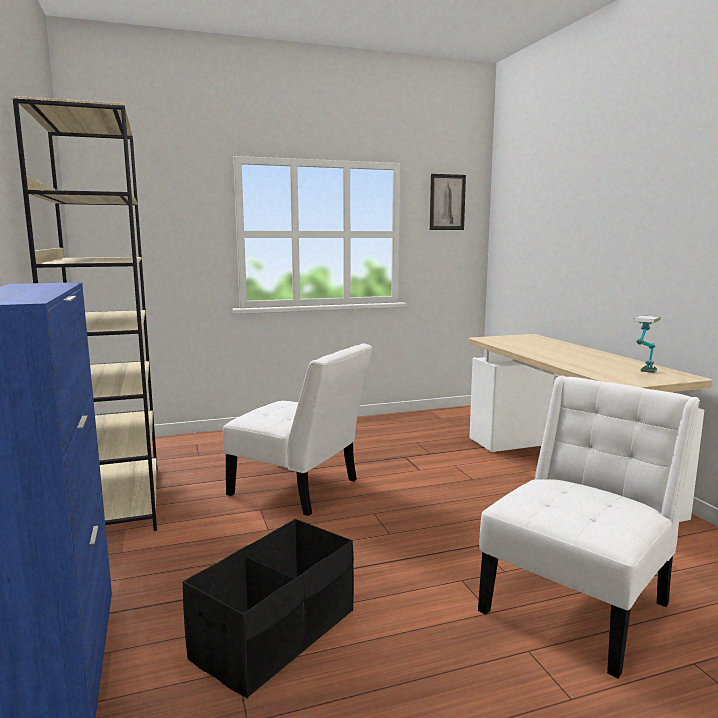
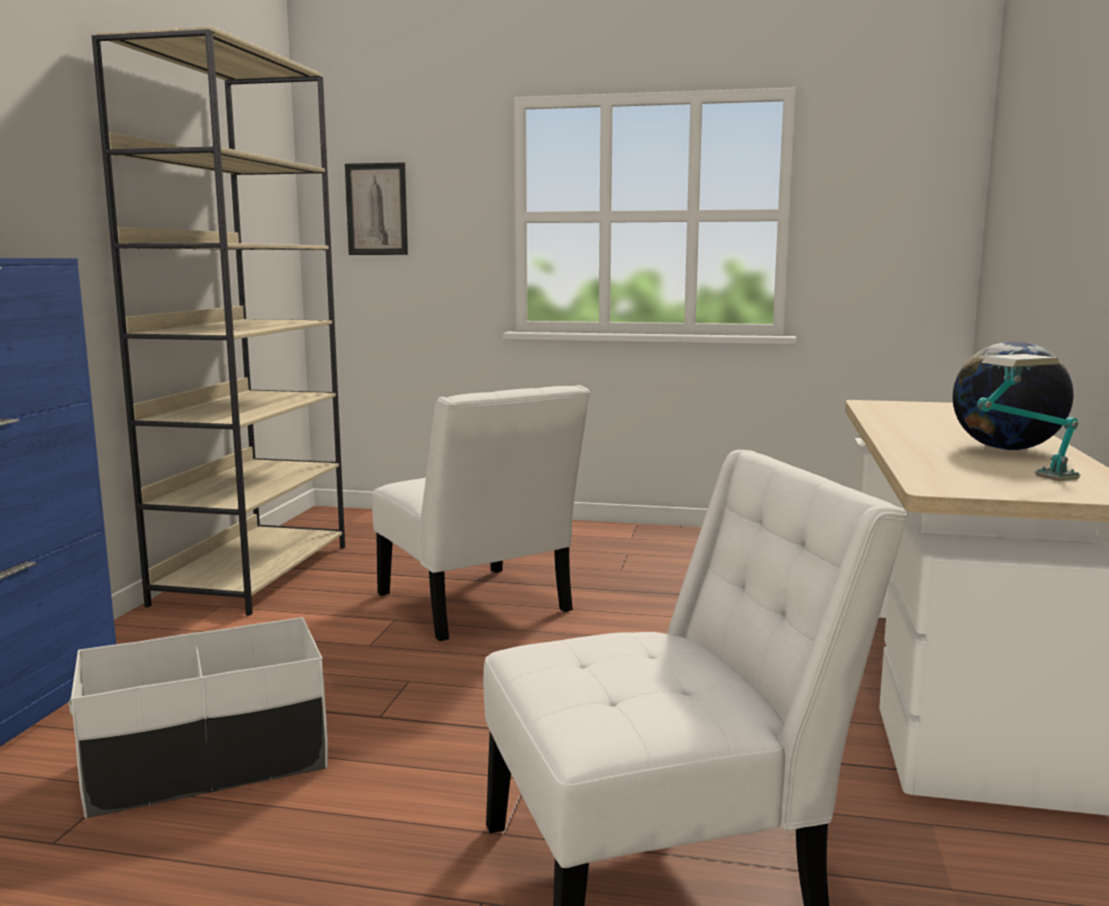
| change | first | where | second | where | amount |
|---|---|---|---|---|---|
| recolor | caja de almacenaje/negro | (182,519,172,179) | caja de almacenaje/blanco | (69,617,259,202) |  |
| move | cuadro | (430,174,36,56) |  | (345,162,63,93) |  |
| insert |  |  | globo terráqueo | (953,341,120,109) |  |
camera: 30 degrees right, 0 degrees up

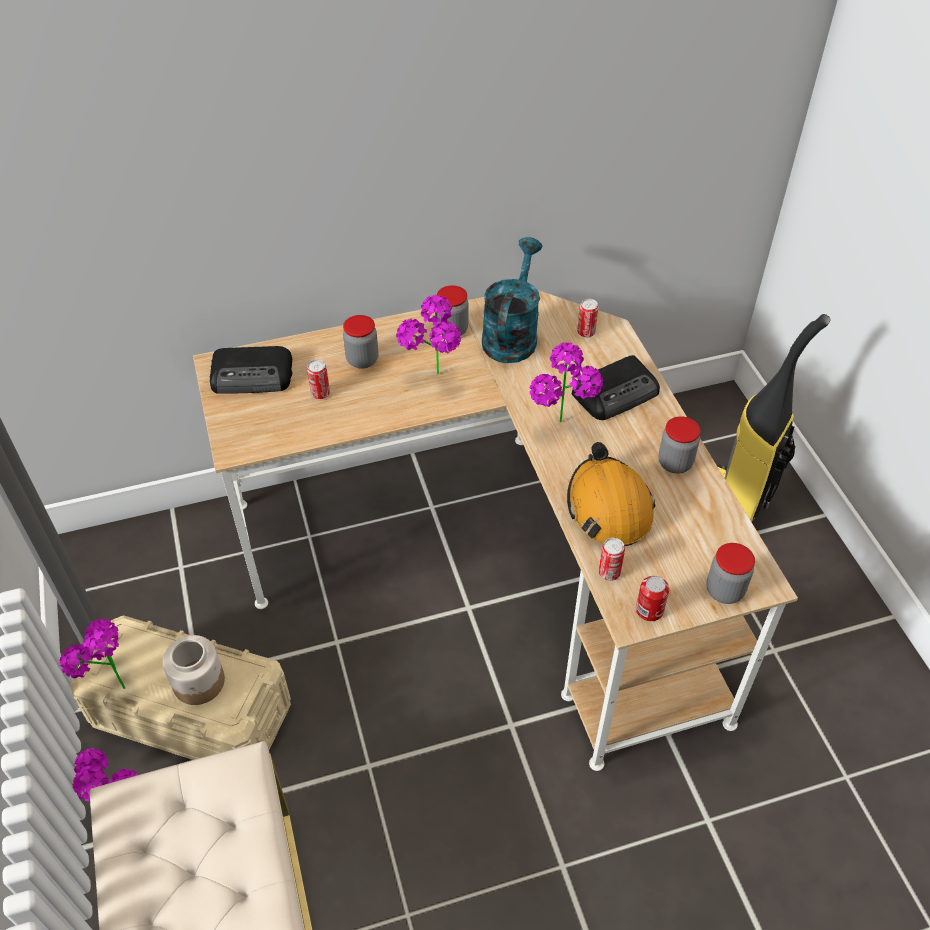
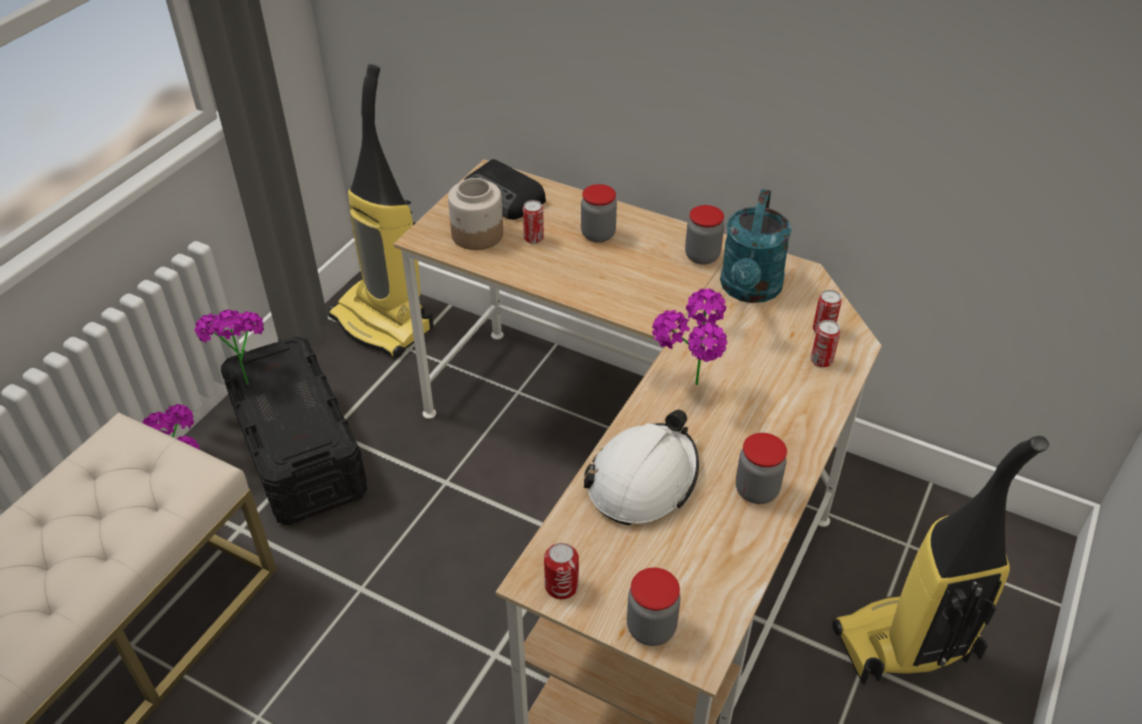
| change | first | where | second | where | amount |
|---|---|---|---|---|---|
| recolor | caja de almacenaje/beis | (70,615,221,145) | caja de almacenaje/negro | (221,337,146,189) |  |
| move | tarro | (163,635,62,70) |  | (448,178,55,72) |  |
| delete | planta en maceta | (396,295,65,79) |  |  |  |
| rotate | regadera/turquesa | (482,237,60,126) |  | (720,189,72,114) | 135 degrees clockwise |
| recolor | casco/naranja | (567,442,88,104) | casco/blanco | (584,410,115,115) |  |
| delete | radio | (572,355,88,65) |  |  |  |
| move | lata | (598,538,27,43) |  | (811,320,30,48) |  |
| insert |  |  | aspiradora | (328,64,106,294) |  |
camera: 45 degrees right, 5 degrees down

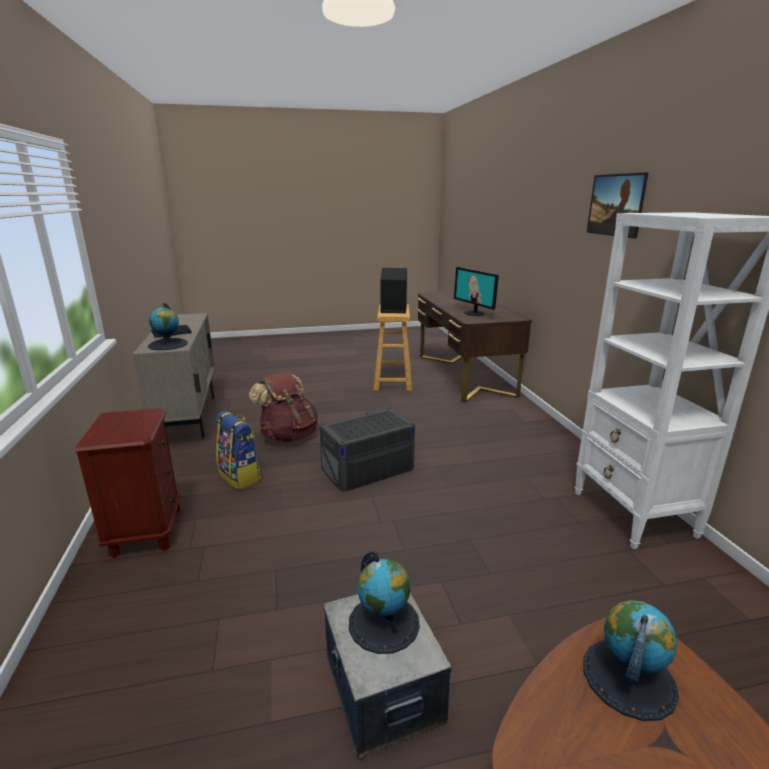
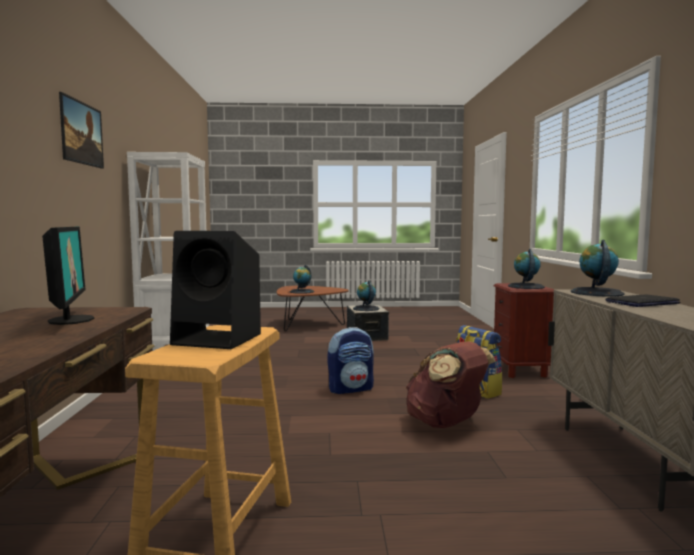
| change | first | where | second | where | amount |
|---|---|---|---|---|---|
| replace | caja de almacenaje/gris | (319,408,96,83) | mochila | (328,327,46,67) |  |
| insert |  |  | globo terráqueo | (508,249,37,40) |  |
camera: 170 degrees left, 15 degrees down

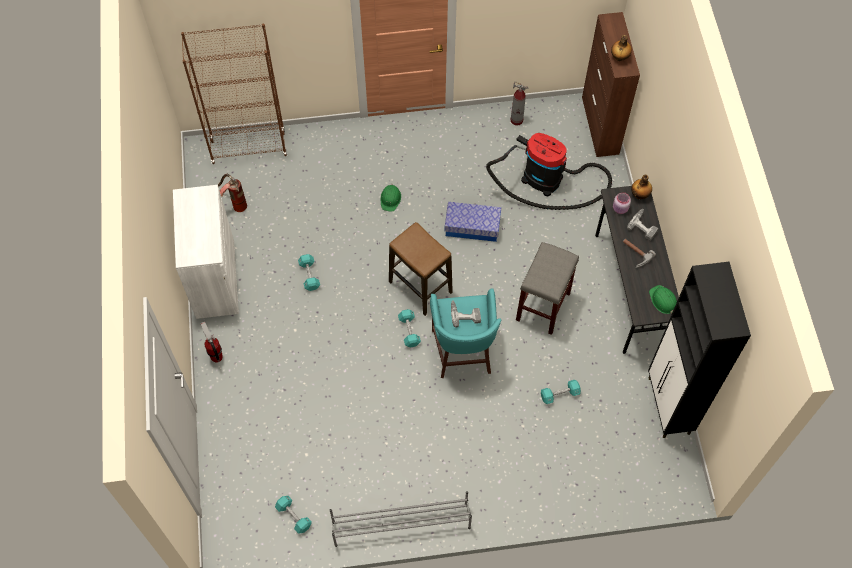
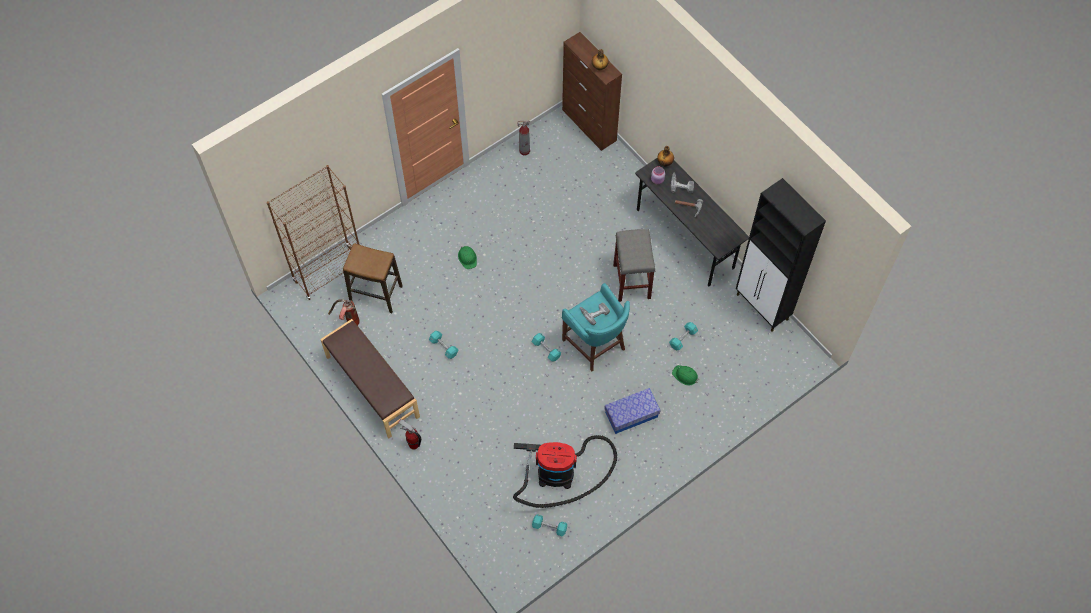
| change | first | where | second | where | amount |
|---|---|---|---|---|---|
| replace | armario/blanco | (173,185,66,134) | banco/marrón | (320,319,100,119) |  |
| delete | zapatero/gris | (330,491,142,56) |  |  |  |
| move | taburete | (389,222,64,94) |  | (343,243,60,70) |  |
| move | caja de almacenaje | (444,202,57,40) |  | (604,388,57,46) |  |
| move | aspiradora | (486,133,126,77) |  | (513,435,104,73) |  |
| move | casco/verde | (649,285,28,29) |  | (672,365,26,21) |  |
camera: 30 degrees left, 0 degrees up

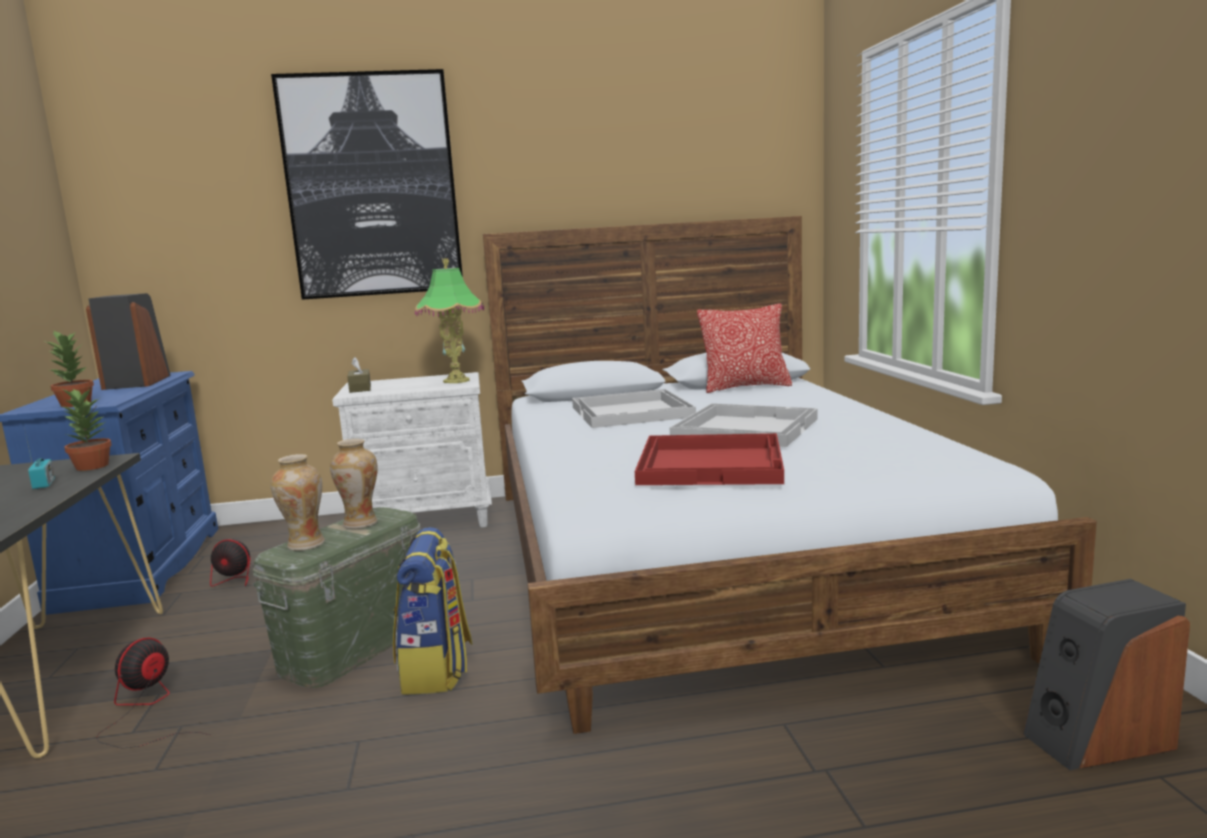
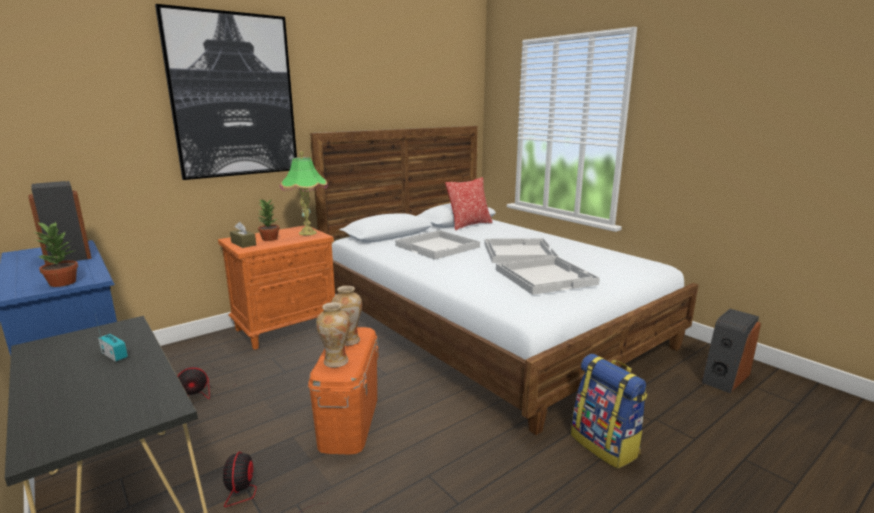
| change | first | where | second | where | amount |
|---|---|---|---|---|---|
| move | planta en maceta | (63,388,49,83) |  | (257,199,23,42) |  |
| recolor | caja de almacenaje/verde | (253,507,168,182) | caja de almacenaje/naranja | (308,327,71,127) |  |
| recolor | mesita de noche/blanco | (332,372,160,155) | mesita de noche/naranja | (218,225,117,125) |  |
| move | mochila | (393,527,80,168) |  | (571,354,76,115) |  |
| recolor | bandeja/rojo | (635,433,149,52) | bandeja/blanco | (496,256,104,39) |  |
camera: 30 degrees left, 5 degrees up

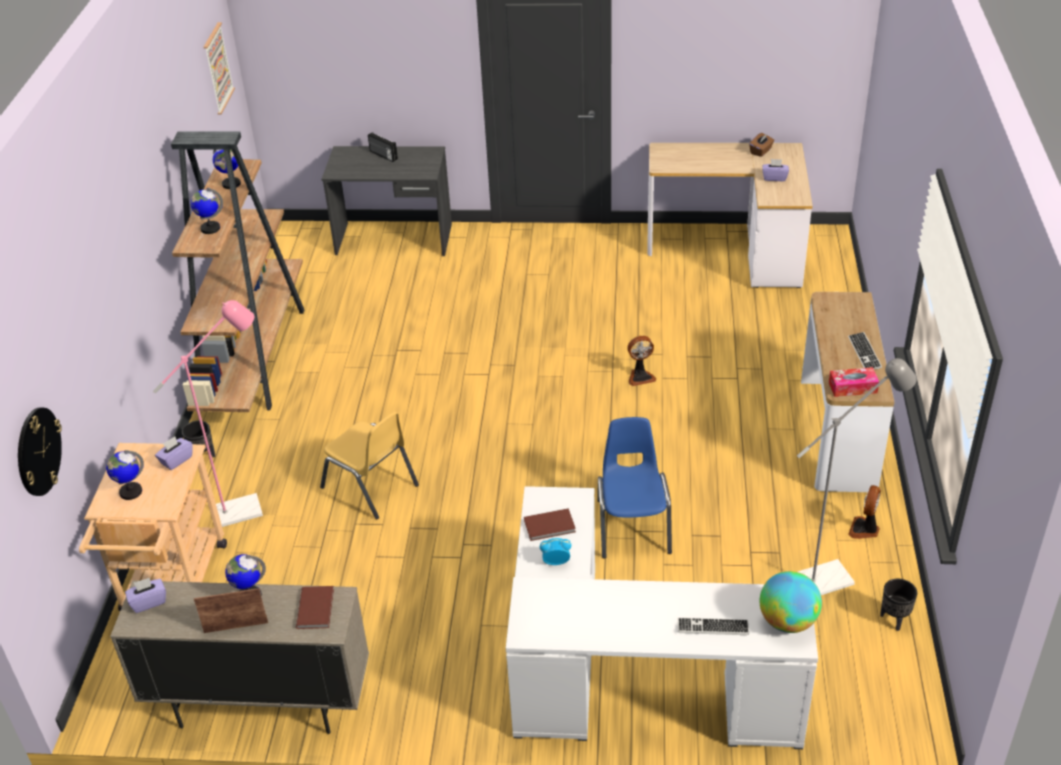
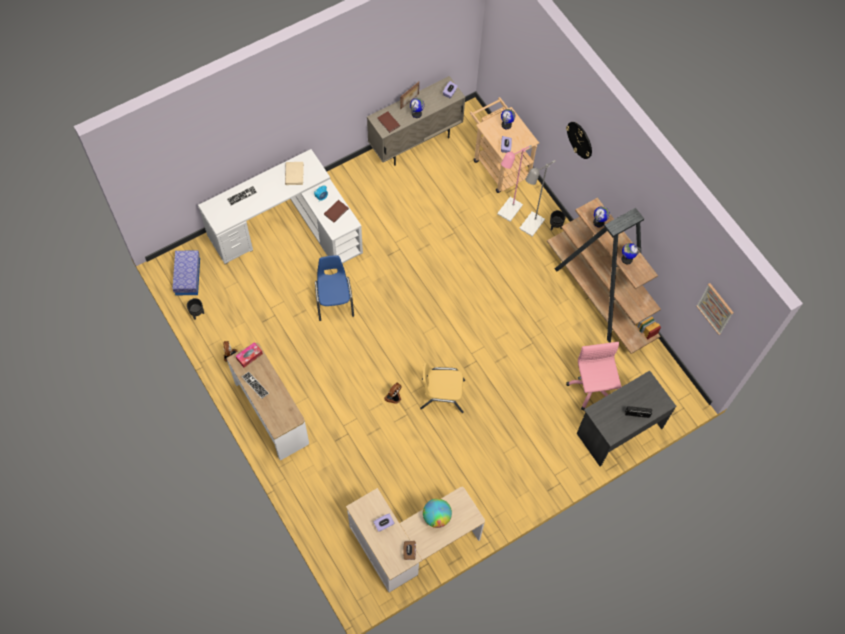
| change | first | where | second | where | amount |
|---|---|---|---|---|---|
| move | reloj de pared | (18,408,44,88) |  | (566,122,26,37) |  |
| move | silla/amarillo | (320,411,99,108) |  | (420,362,45,51) |  |
| rotate | silla/azul | (597,417,75,141) |  | (315,255,39,66) | 150 degrees counterclockwise |
| move | globo terráqueo | (760,571,62,62) |  | (423,498,29,30) |  |
| move | lámpara de pie/gris | (797,358,120,237) |  | (519,160,36,77) |  |
| insert |  |  | caja de almacenaje | (172,250,28,45) |  |
| insert |  |  | libro/beis | (285,162,19,23) |  |
| insert |  |  | silla de oficina/rosa | (566,342,55,69) |  |
camera: 140 degrees right, 25 degrees up

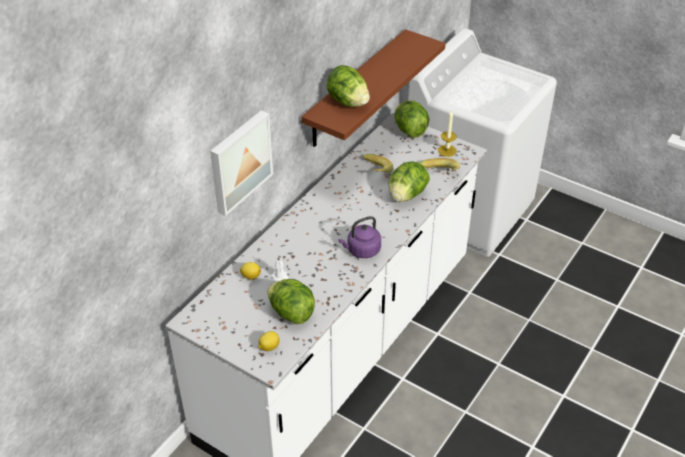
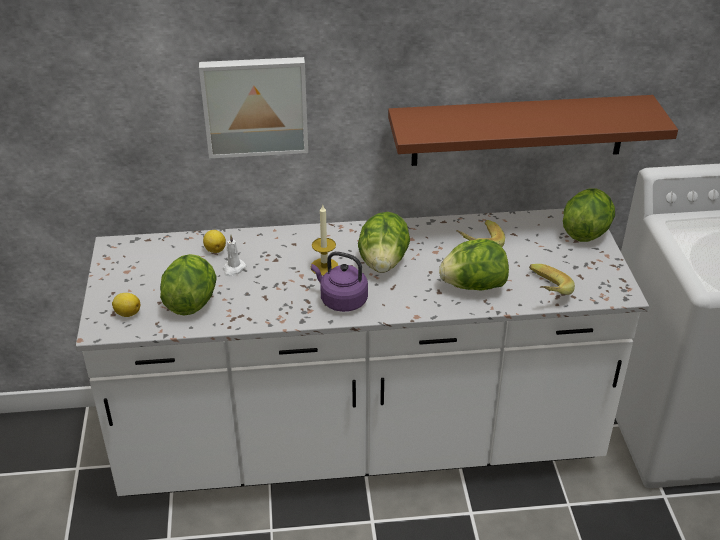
| change | first | where | second | where | amount |
|---|---|---|---|---|---|
| move | lechuga | (326,65,44,42) |  | (358,212,52,61) |  |
| move | vela | (438,110,19,47) |  | (310,205,28,71) |  |
camera: 50 degrees right, 5 degrees down

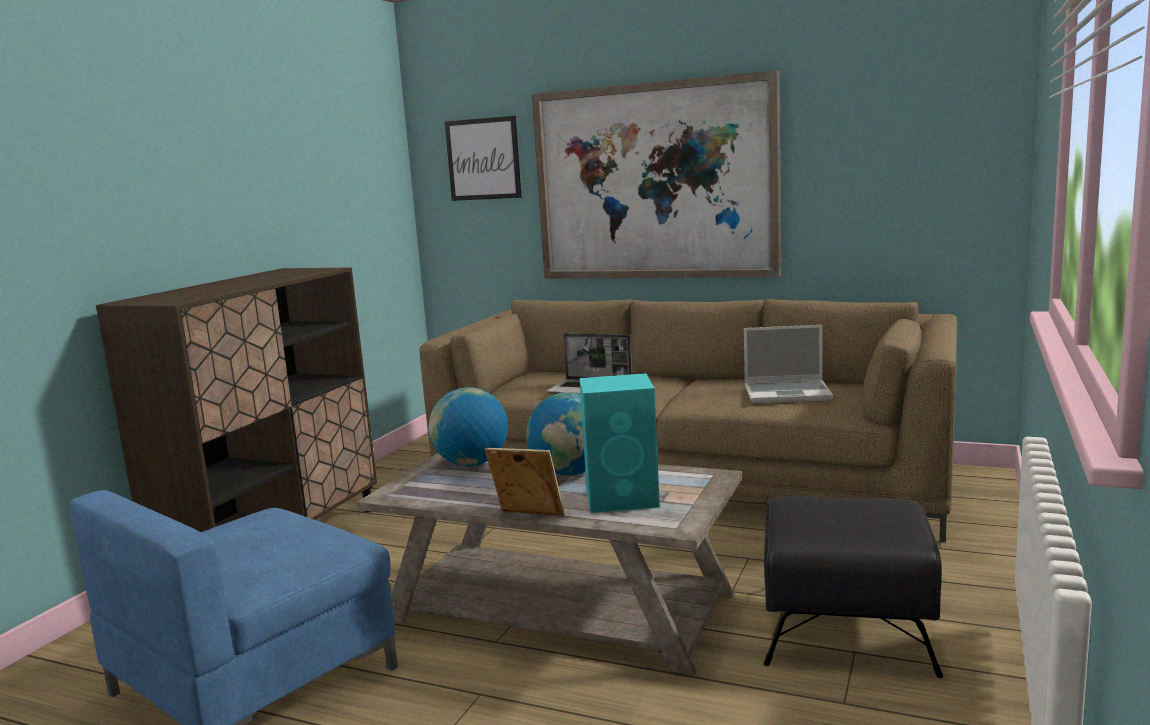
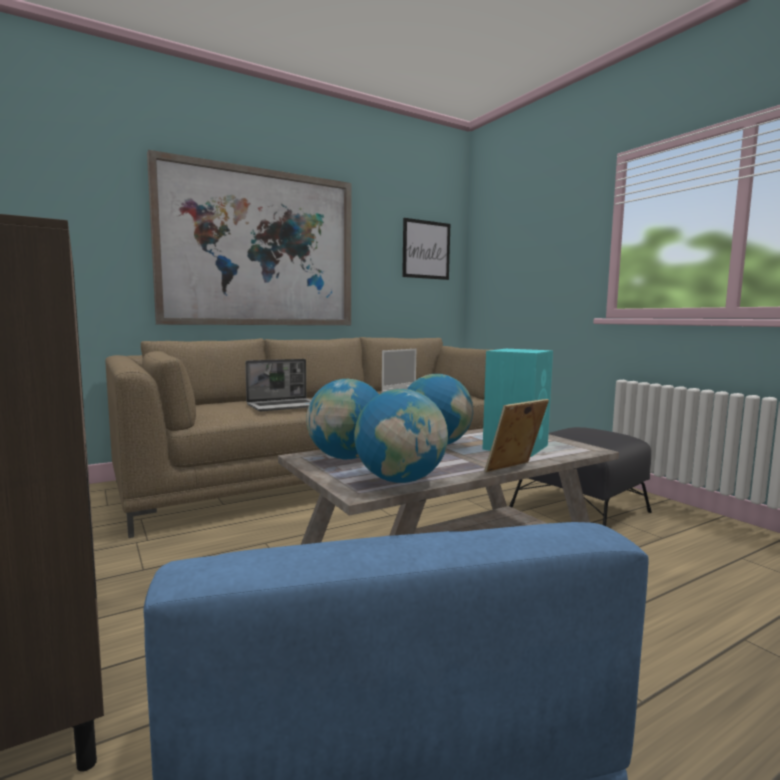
| change | first | where | second | where | amount |
|---|---|---|---|---|---|
| move | cuadro | (445,116,77,85) |  | (402,218,48,62) |  |
| insert |  |  | globo terráqueo | (354,389,94,94) |  |
camera: 55 degrees left, 5 degrees down

